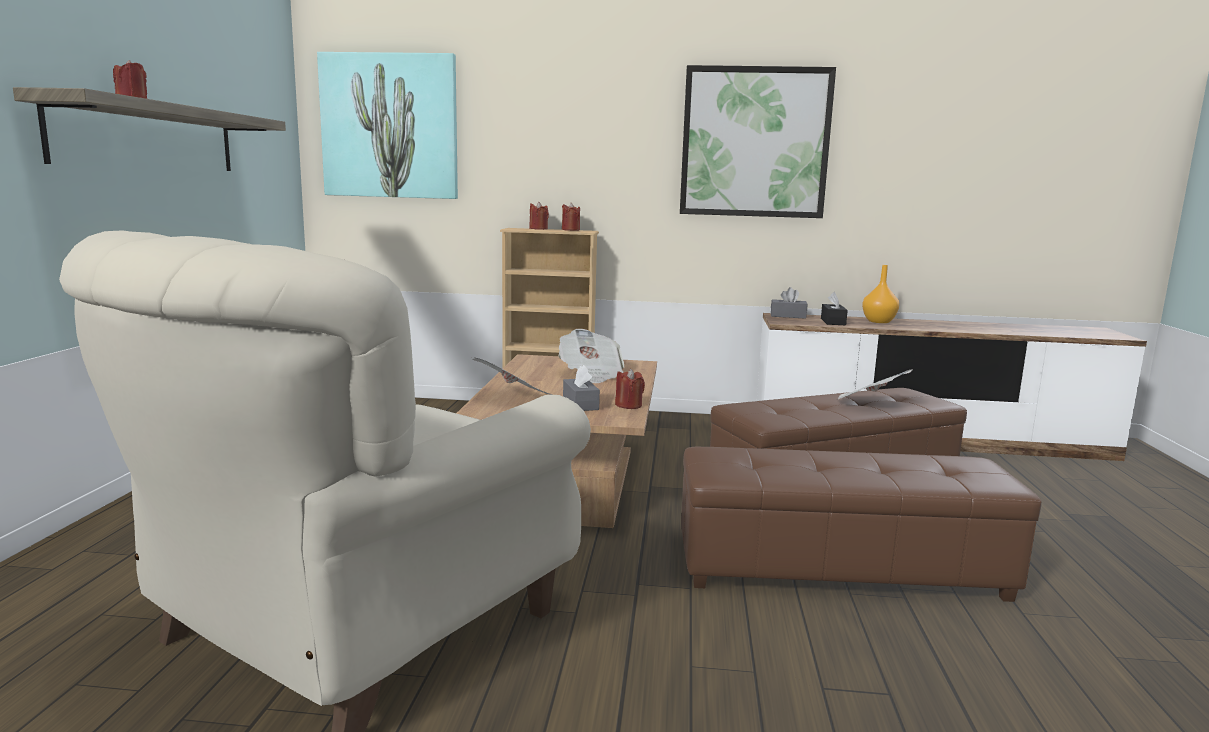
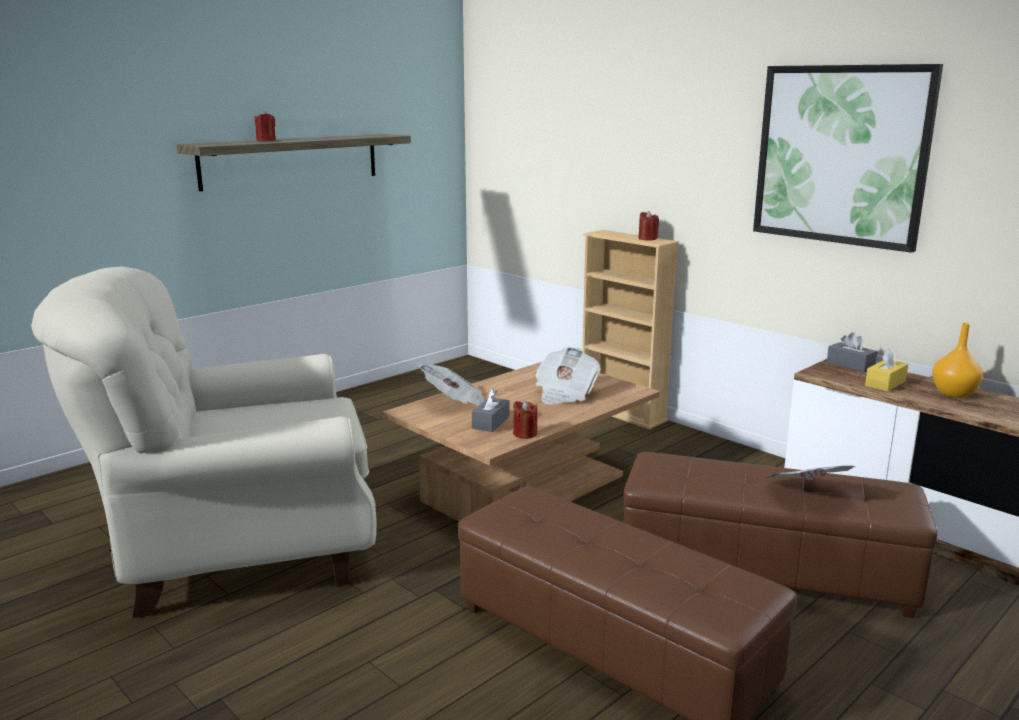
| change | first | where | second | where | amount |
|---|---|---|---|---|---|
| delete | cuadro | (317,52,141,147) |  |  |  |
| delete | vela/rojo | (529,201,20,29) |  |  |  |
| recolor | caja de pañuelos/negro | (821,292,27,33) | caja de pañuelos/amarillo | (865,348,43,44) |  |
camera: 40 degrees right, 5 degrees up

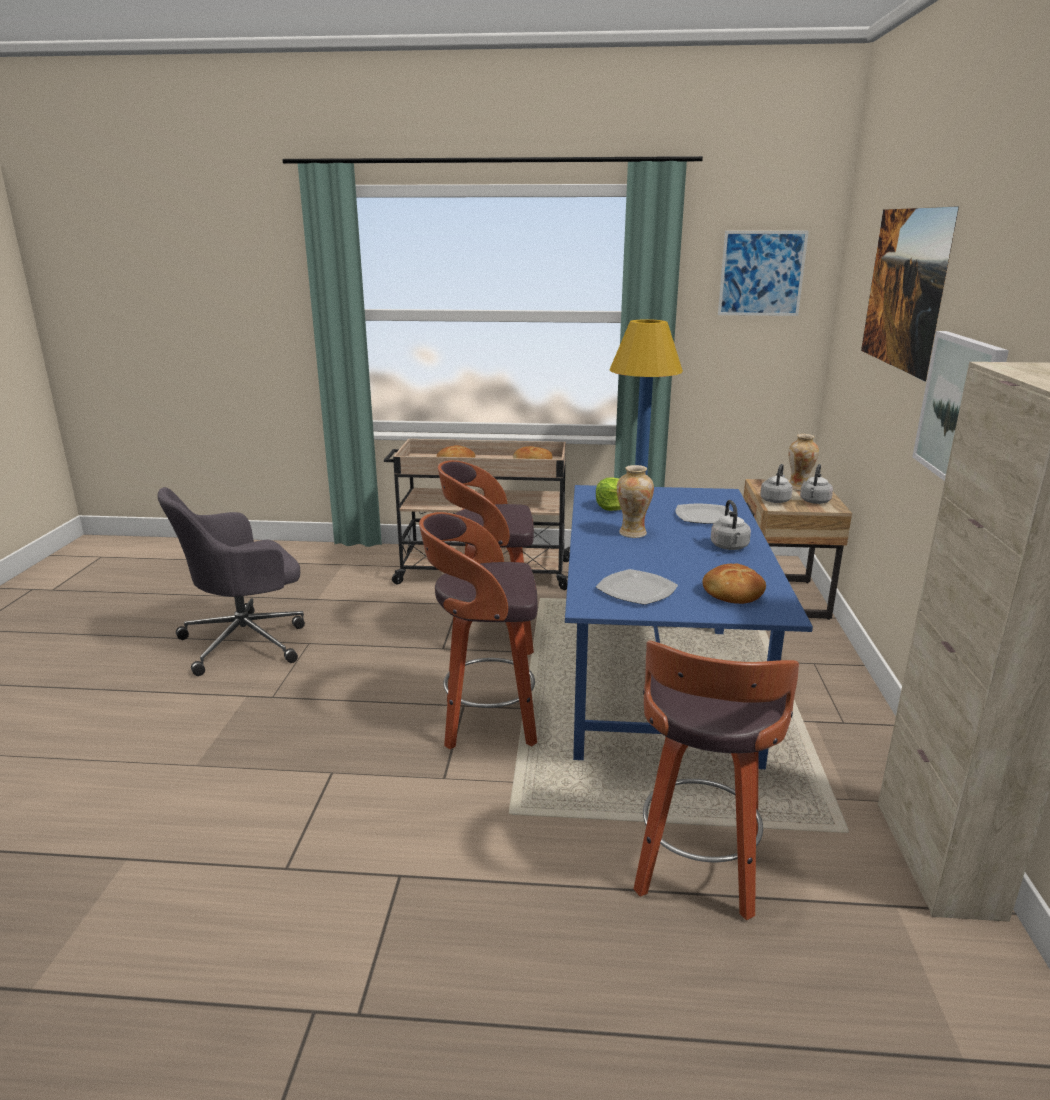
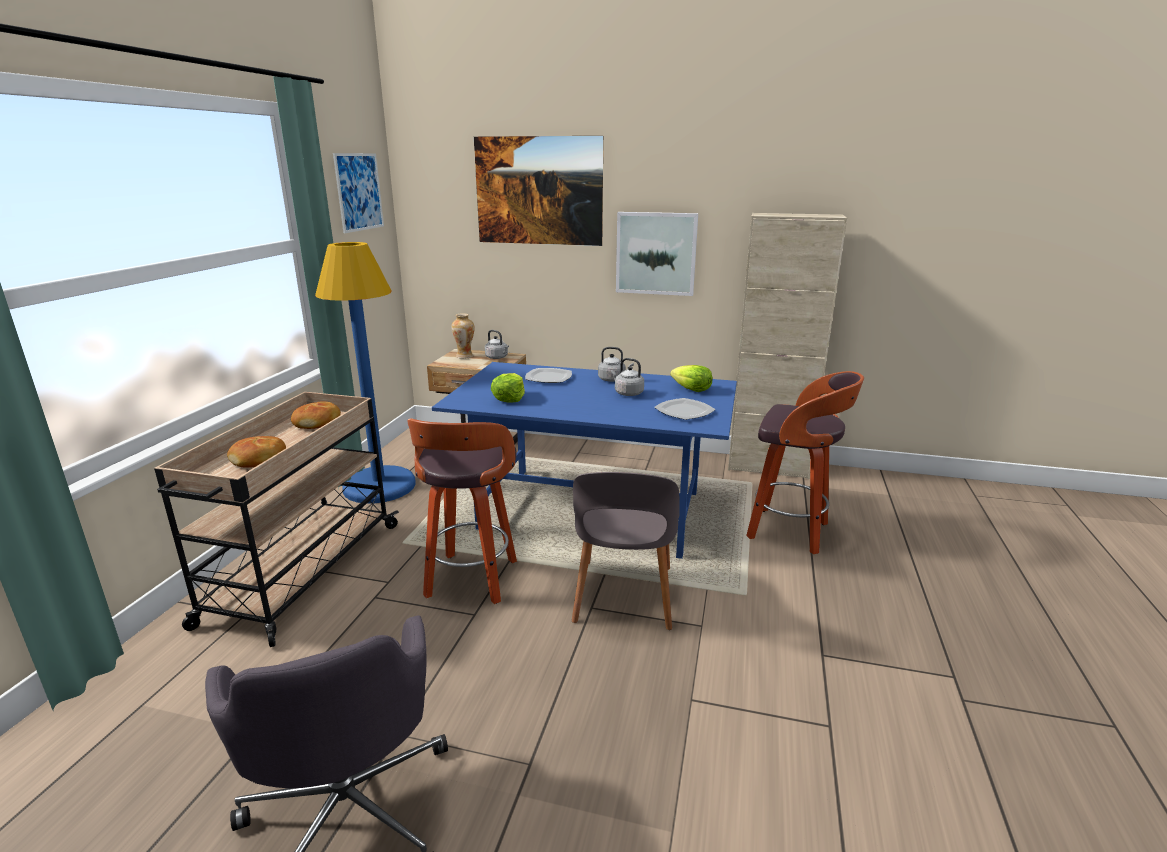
| change | first | where | second | where | amount |
|---|---|---|---|---|---|
| replace | taburete | (419,512,118,237) | silla/gris | (572,472,107,158) |  |
| delete | florero | (617,465,37,73) |  |  |  |
| replace | pan | (703,564,63,40) | lechuga | (670,365,42,27) |  |
| move | hervidor/gris | (760,464,33,39) |  | (611,358,33,38) |  |
camera: 80 degrees left, 0 degrees up

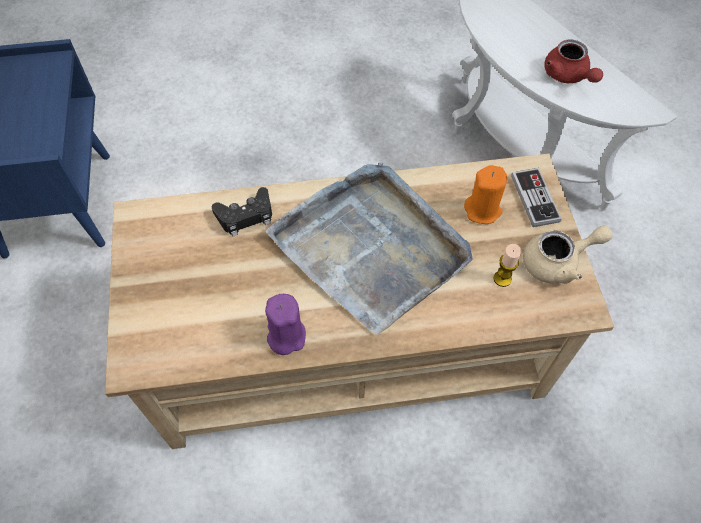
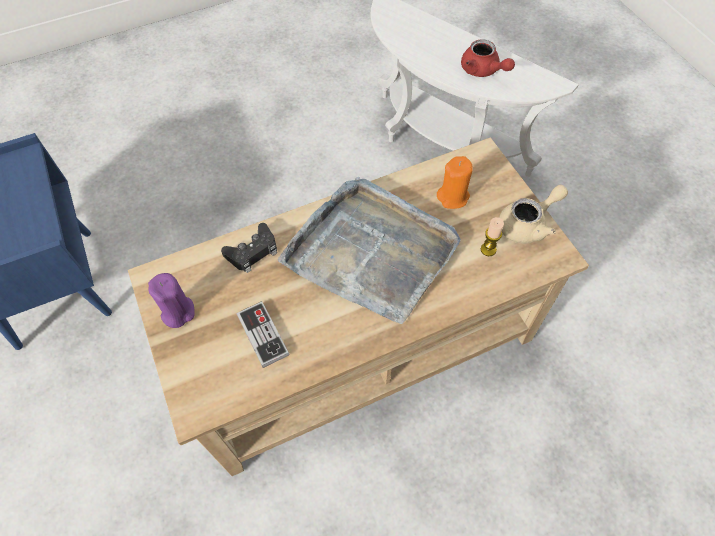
| change | first | where | second | where | amount |
|---|---|---|---|---|---|
| move | vela/morado | (265,294,41,61) |  | (148,273,47,55) |  |
| move | mando de consola | (511,168,51,59) |  | (237,301,52,67) |  |
camera: 15 degrees left, 0 degrees up

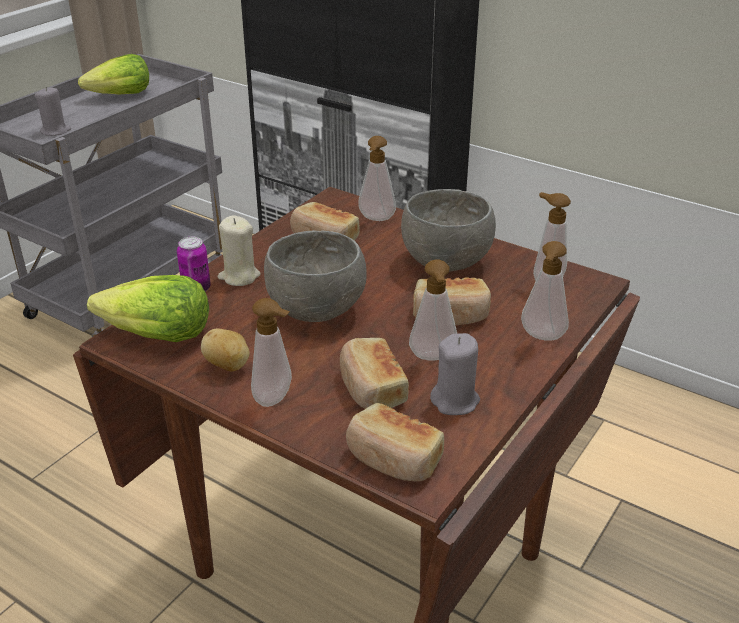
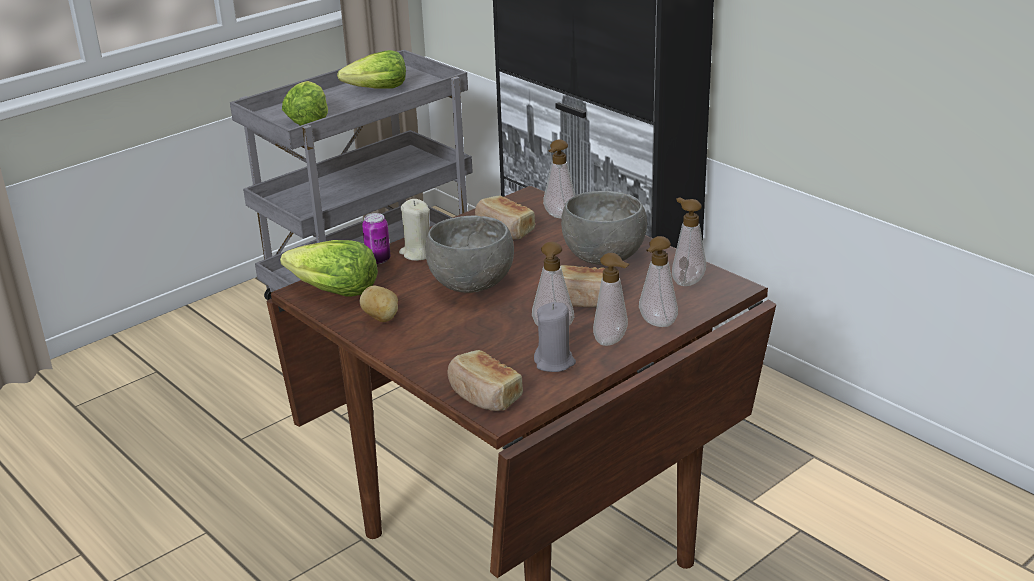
| change | first | where | second | where | amount |
|---|---|---|---|---|---|
| replace | vela/gris | (35,87,36,49) | lechuga | (282,81,46,45) |  |
| move | dispensador de jabón | (251,298,41,109) |  | (593,253,37,93) |  |
| delete | pan | (340,338,69,71) |  |  |  |
camera: 15 degrees right, 5 degrees down

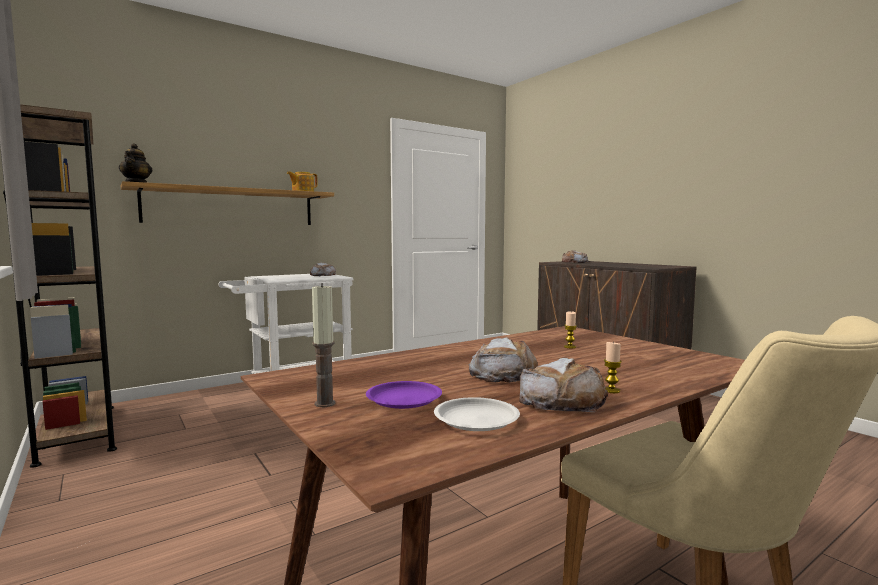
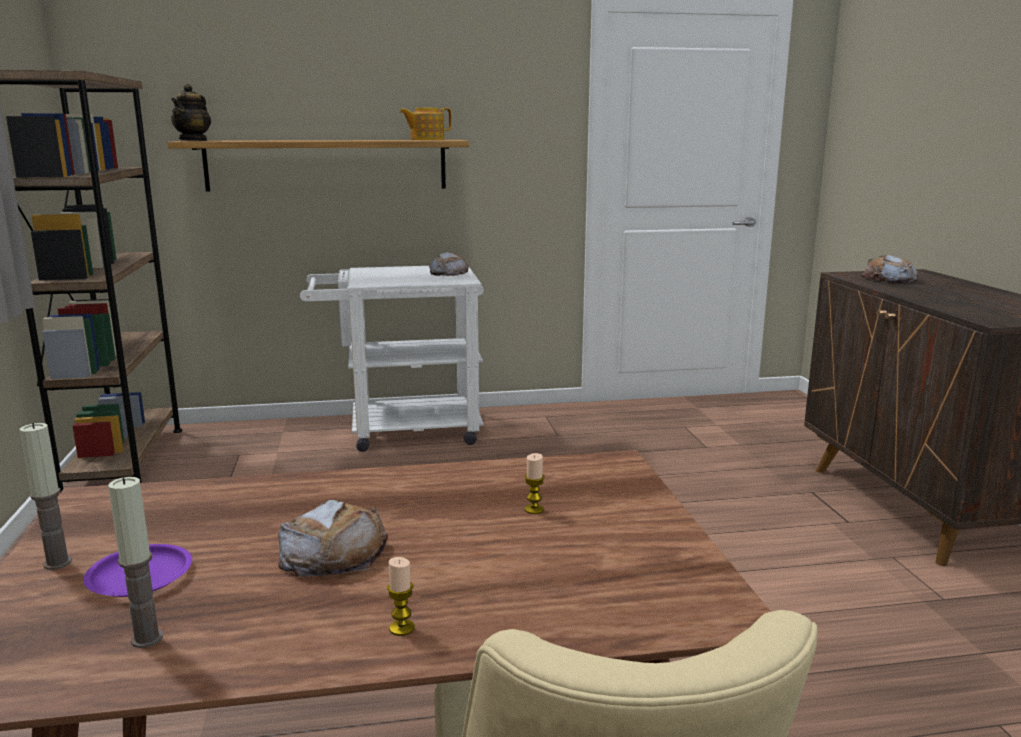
| change | first | where | second | where | amount |
|---|---|---|---|---|---|
| replace | plato/blanco | (434,397,86,34) | vela | (108,477,55,171) |  |
| delete | pan | (519,358,89,54) |  |  |  |
camera: 25 degrees right, 10 degrees up

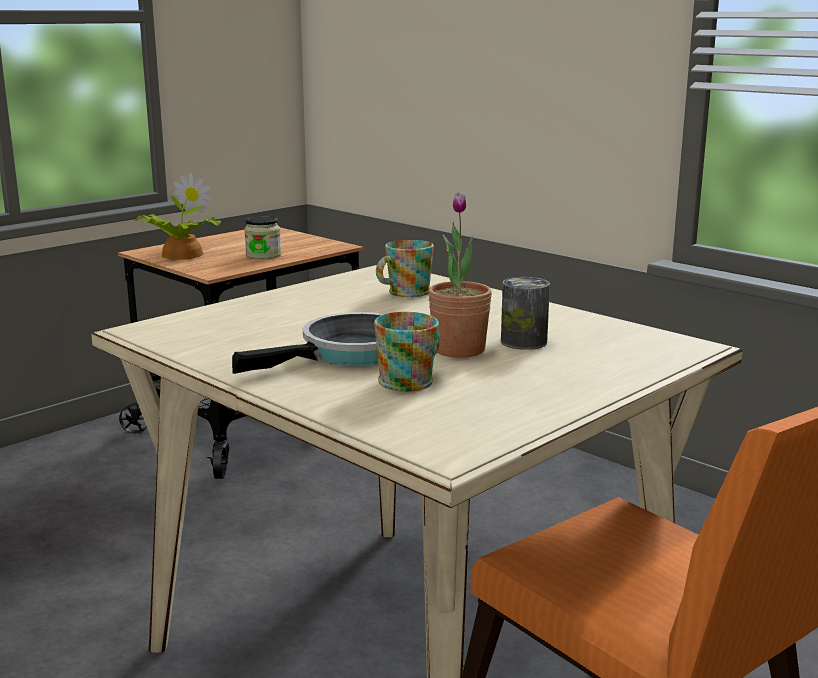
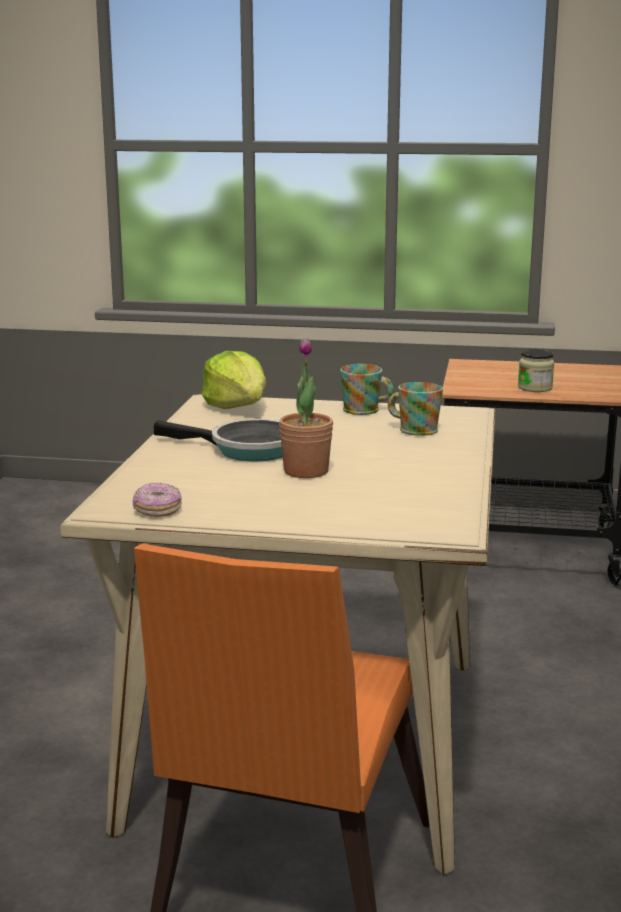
| change | first | where | second | where | amount |
|---|---|---|---|---|---|
| delete | planta en maceta | (134,173,87,87) |  |  |  |
| move | taza grande | (374,312,66,80) |  | (340,364,54,51) |  |
| delete | lata | (501,277,49,73) |  |  |  |
| insert |  |  | rosquilla | (133,483,49,34) |  |
| insert |  |  | lechuga | (201,351,65,58) |  |
camera: 55 degrees right, 0 degrees up

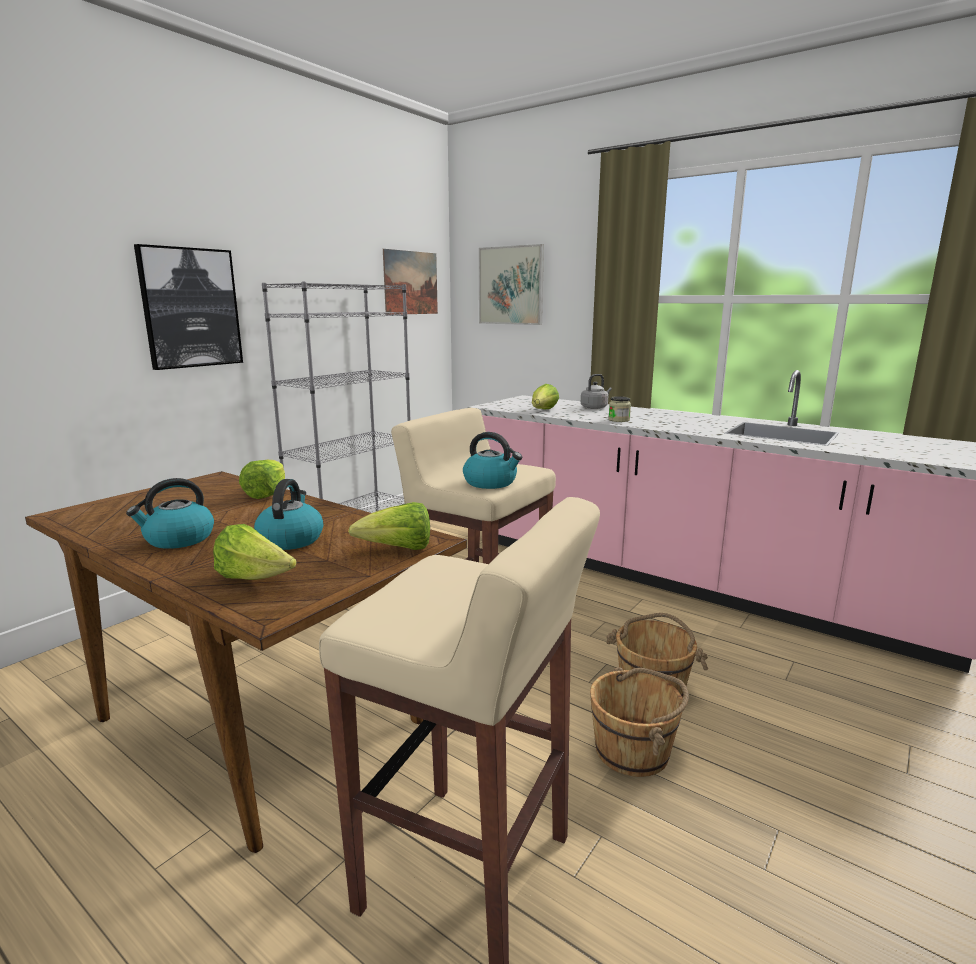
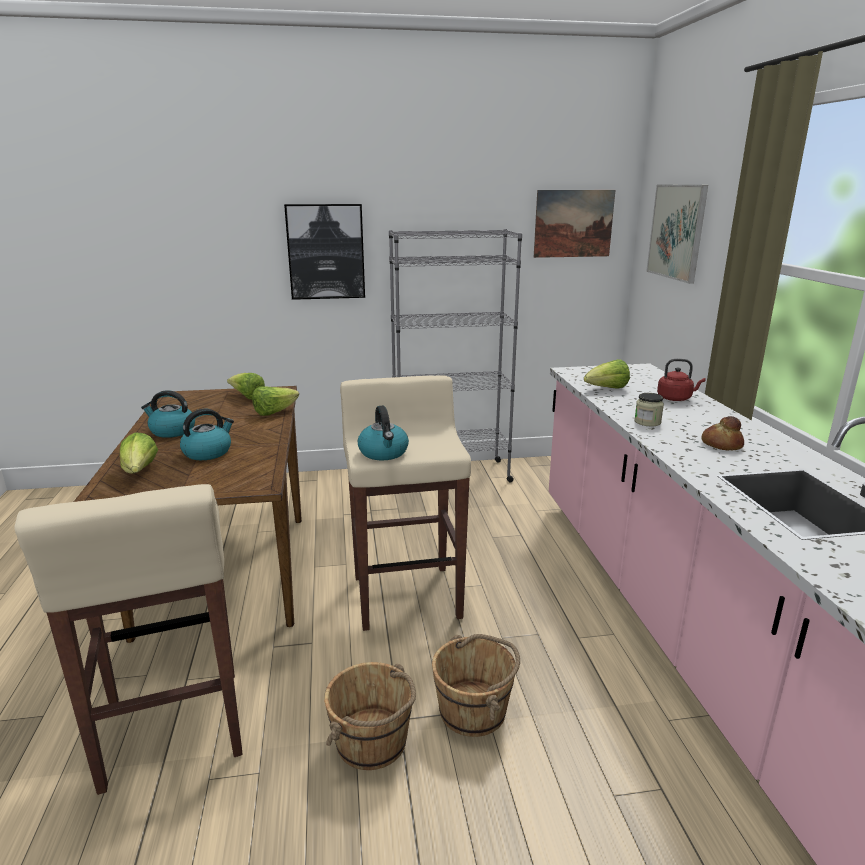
| change | first | where | second | where | amount |
|---|---|---|---|---|---|
| move | lechuga | (348,502,82,48) |  | (227,373,38,27) |  |
| recolor | hervidor/gris | (581,374,31,35) | hervidor/rojo | (657,359,49,42) |  |
| insert |  |  | pan | (701,416,43,35) |  |
camera: 45 degrees right, 5 degrees up

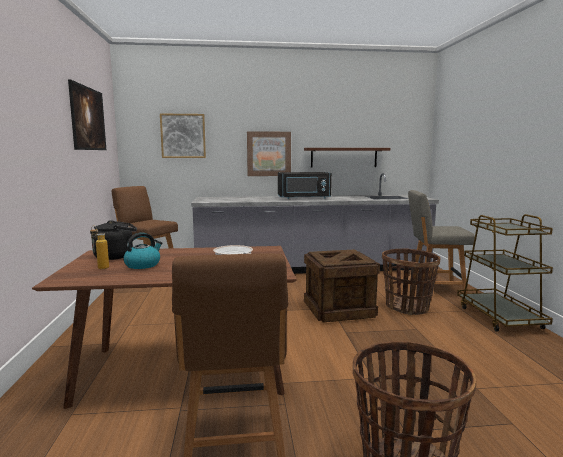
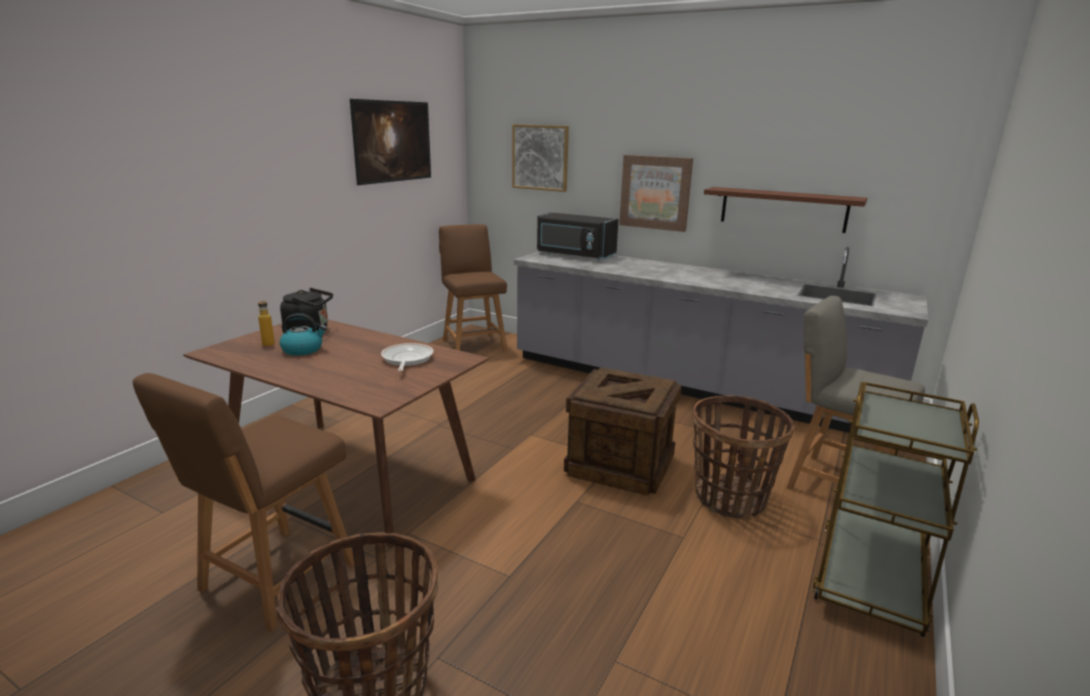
| change | first | where | second | where | amount |
|---|---|---|---|---|---|
| move | microondas/negro | (278,172,54,27) |  | (537,213,82,47) |  |
camera: 35 degrees right, 10 degrees up

